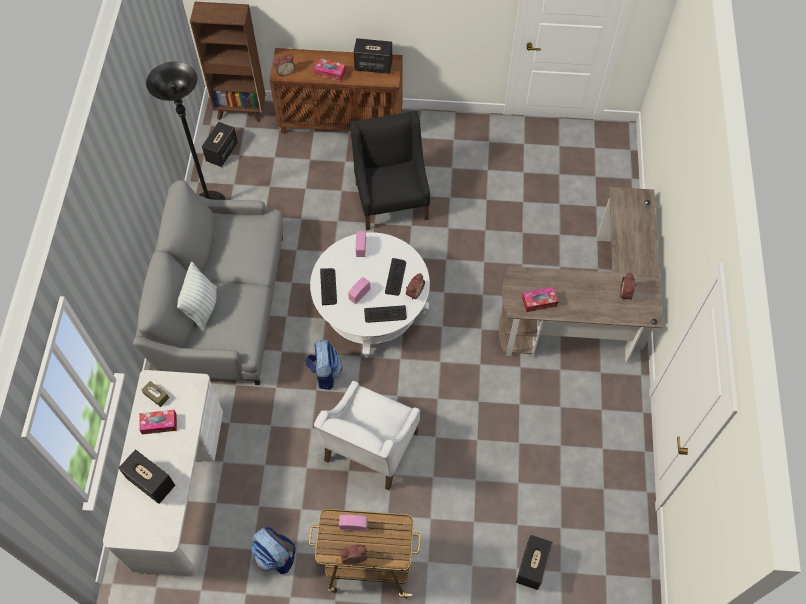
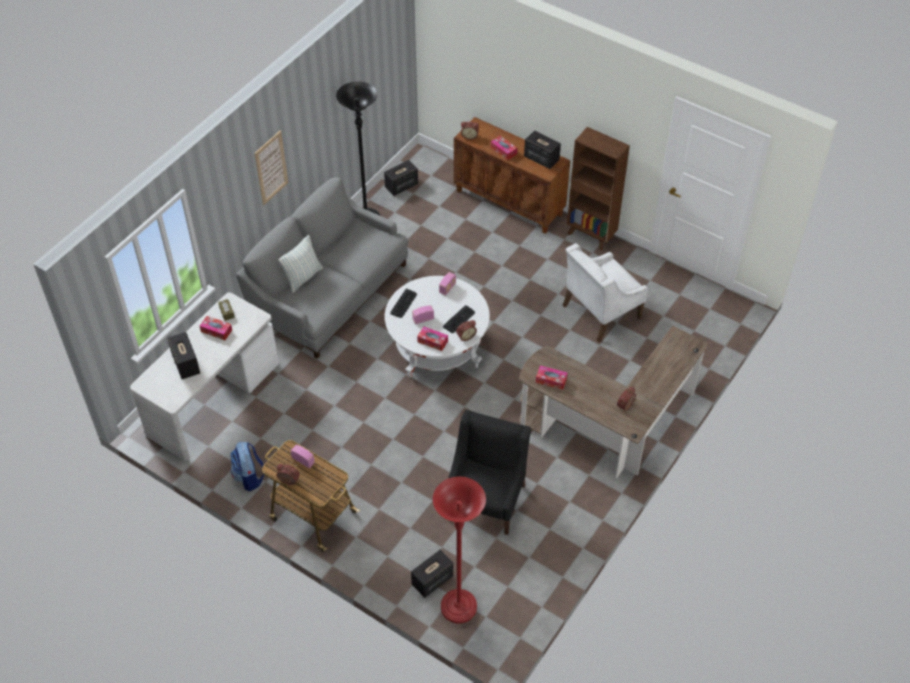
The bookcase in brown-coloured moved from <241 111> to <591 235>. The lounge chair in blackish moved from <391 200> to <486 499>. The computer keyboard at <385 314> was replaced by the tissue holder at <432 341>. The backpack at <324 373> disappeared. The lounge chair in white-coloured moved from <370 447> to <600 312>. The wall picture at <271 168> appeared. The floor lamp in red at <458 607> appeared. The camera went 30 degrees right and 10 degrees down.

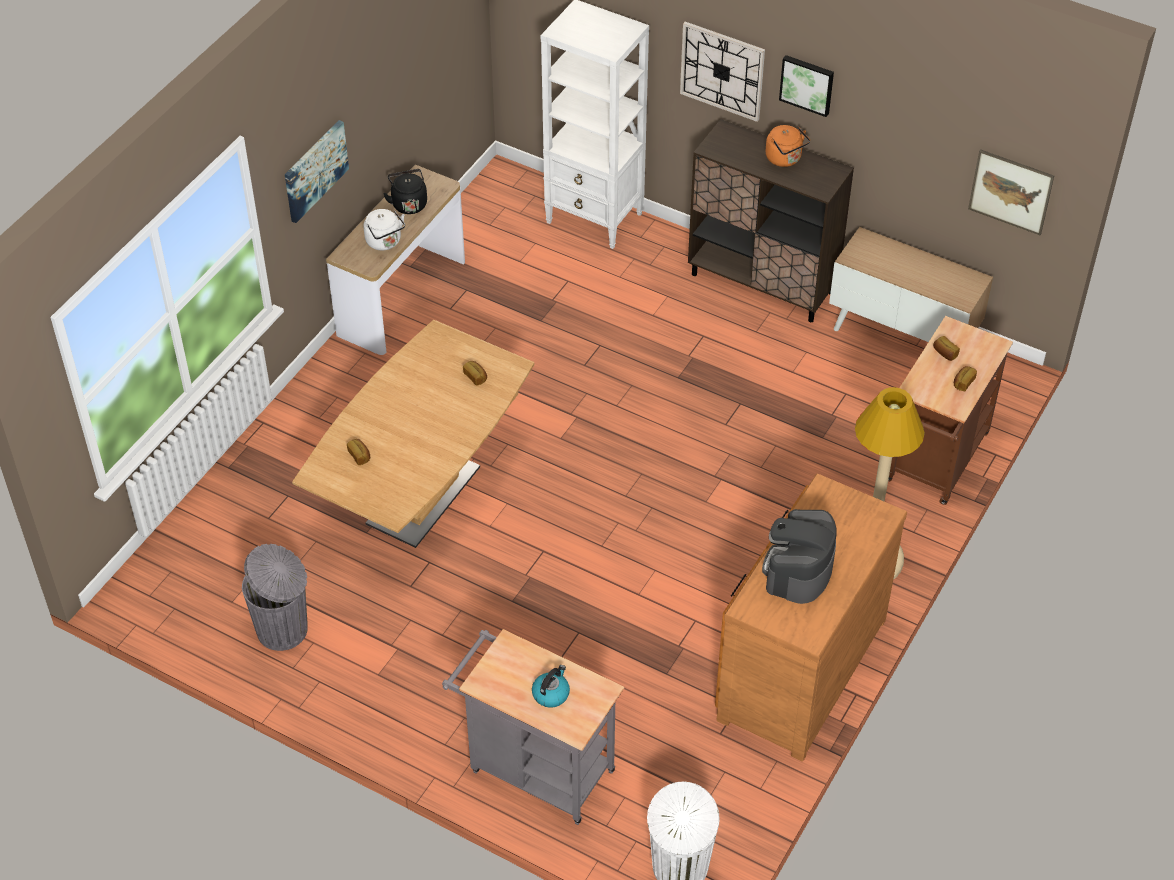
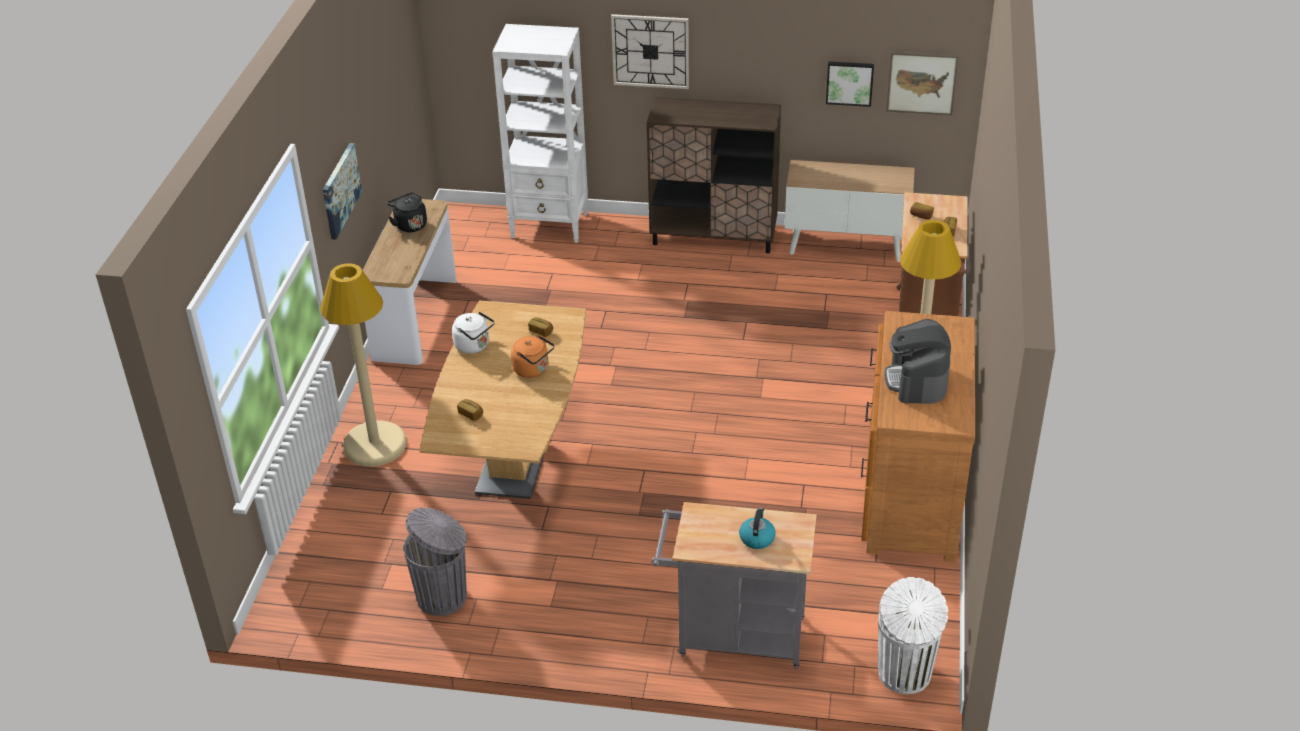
The wall picture moved from <807 84> to <849 82>. The tea kettle in orange-coloured moved from <785 159> to <533 370>. The tea kettle in white-coloured moved from <385 242> to <474 346>. The floor lamp in beige at <374 445> appeared. The camera went 20 degrees left and 10 degrees down.

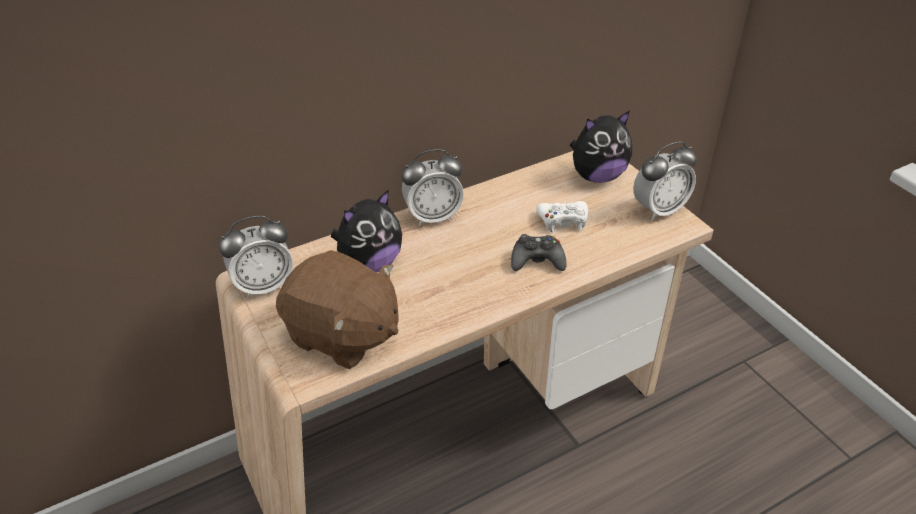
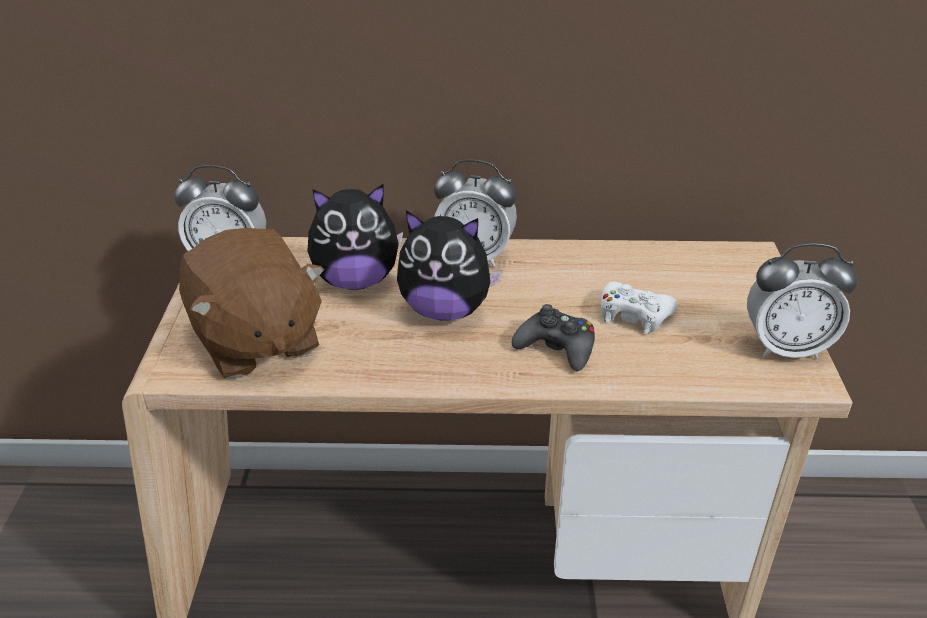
The cuddly toy moved from <597 176> to <445 310>. The camera went 30 degrees right and 5 degrees down.

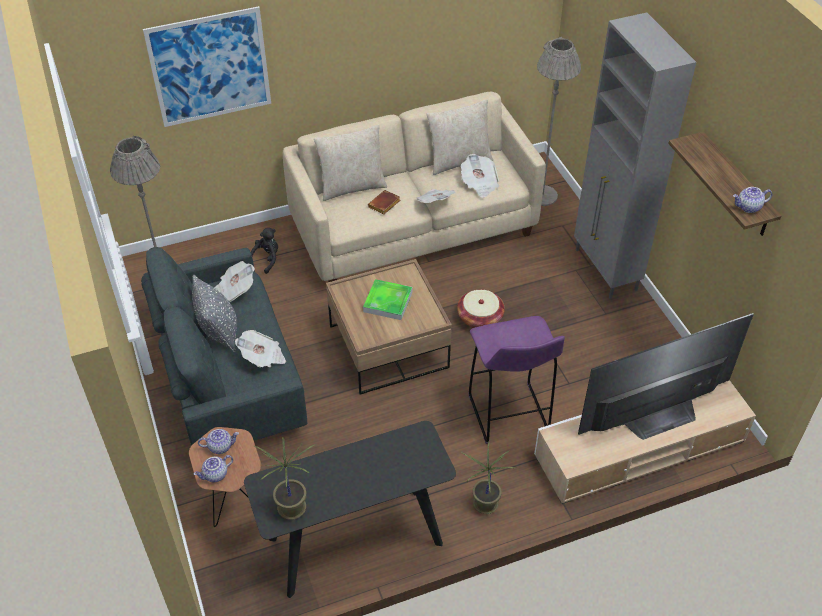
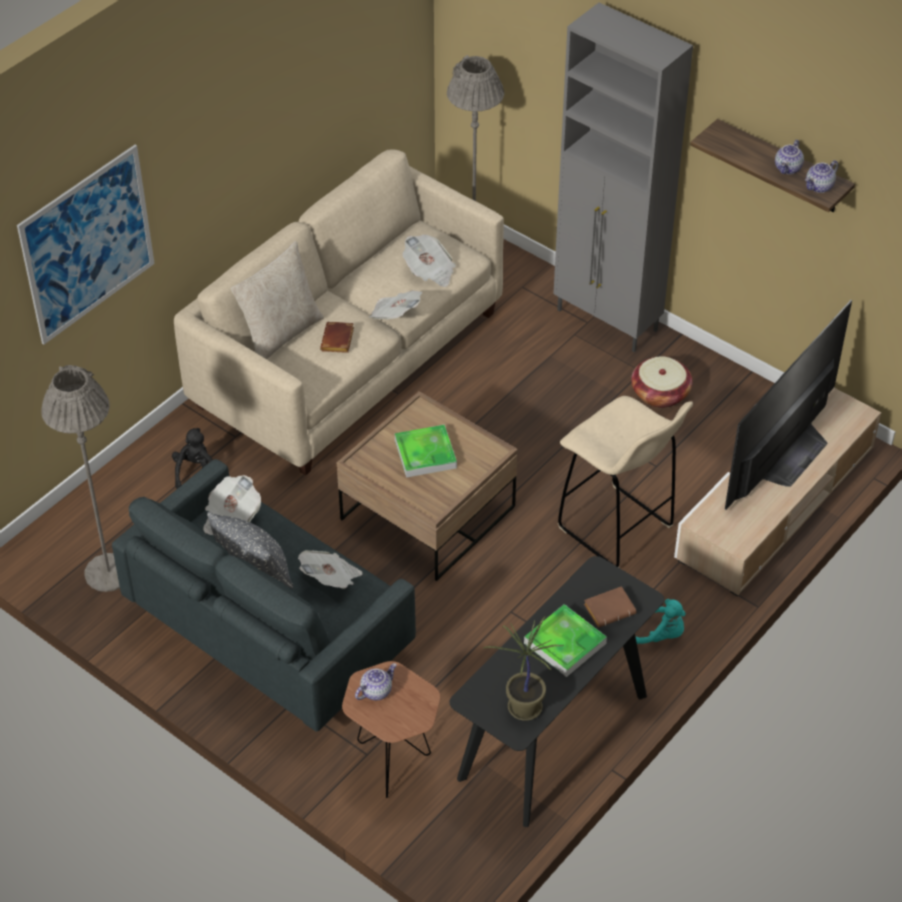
The cushion in beige at <459 161> disappeared. The basket moved from <480 318> to <660 394>. The stool seat in purple-coloured at <509 415> became the stool seat in beige at <618 529>. The houseplant at <485 505> was replaced by the cuddly toy in turquoise at <661 634>. The pot for tea moved from <215 475> to <788 168>. The volume in brown-coloured at <610 609> appeared. The tray at <565 643> appeared. The camera went 30 degrees left and 0 degrees up.

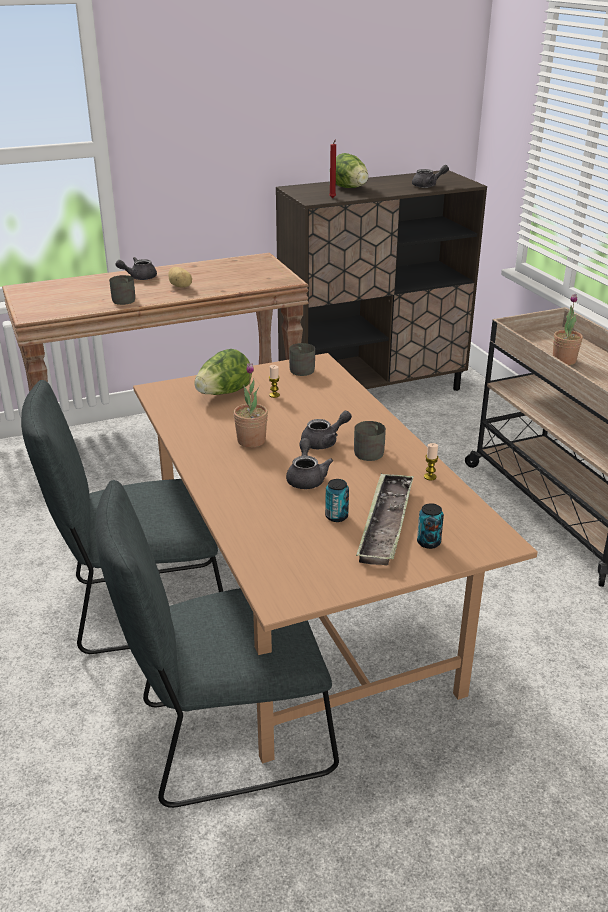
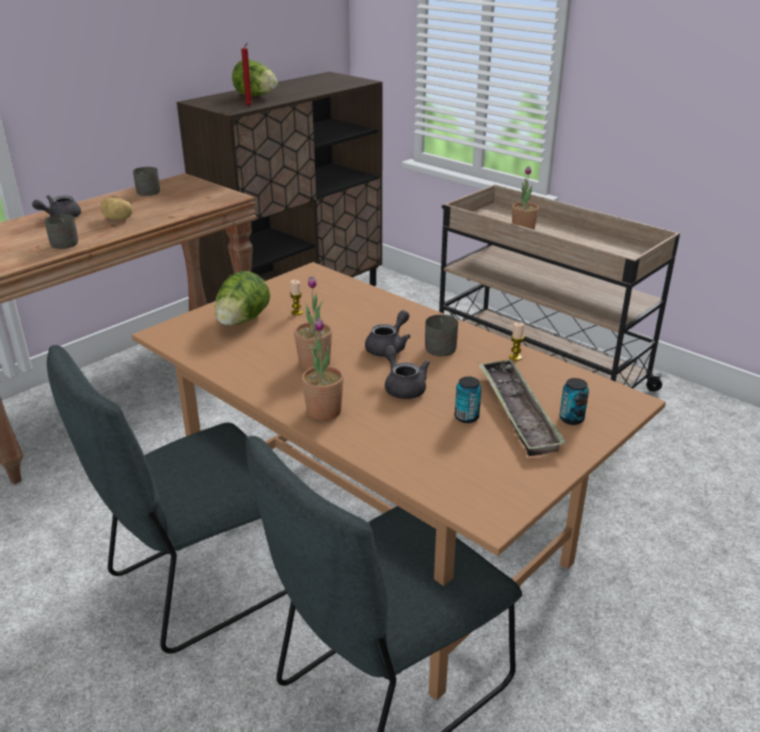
The pot for tea in gray at <428 186> disappeared. The coffee mug in gray moved from <302 369> to <147 191>. The houseplant at <324 411> appeared. The camera went 25 degrees left and 0 degrees up.

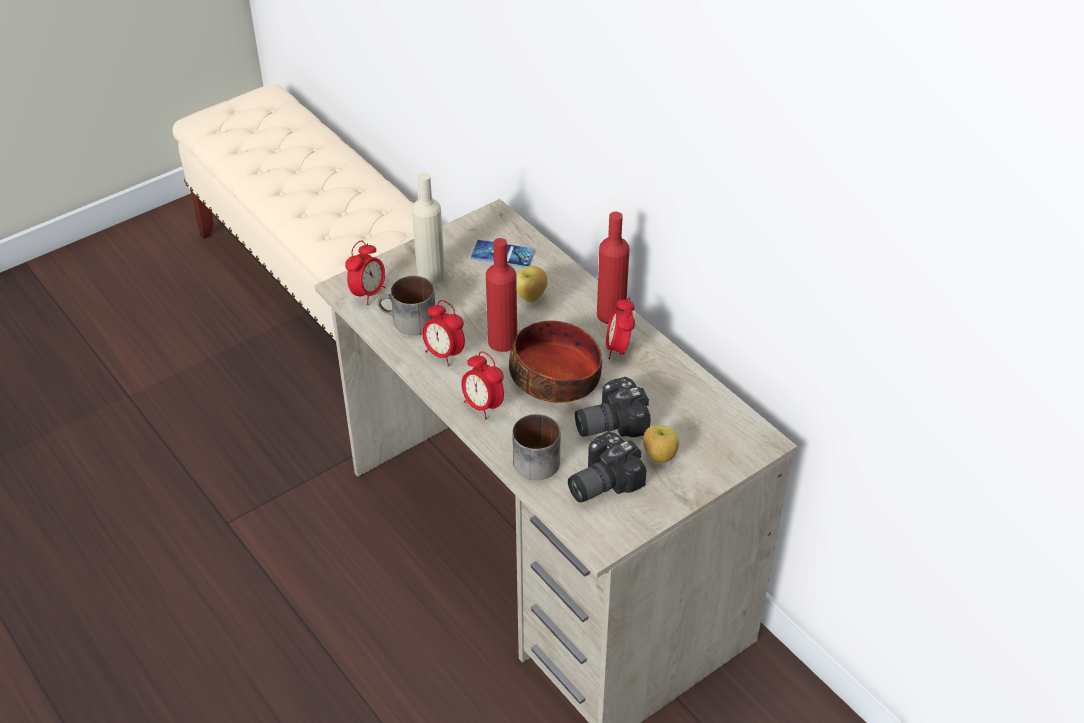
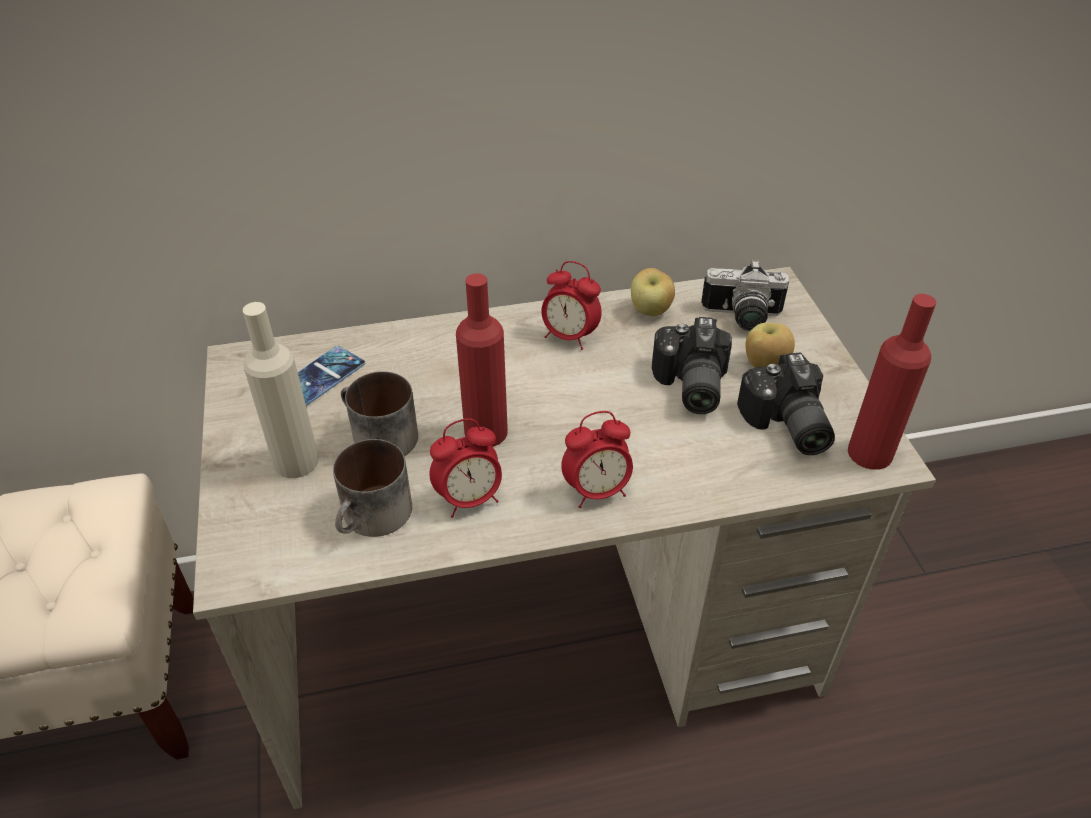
The bottle in red moved from <611 314> to <870 453>. The bedside clock at <368 293> disappeared. The apple fruit moved from <531 297> to <650 311>. The serving bowl at <556 377> disappeared. The coffee mug moved from <535 457> to <377 437>. The still camera at <742 318> appeared. The camera went 65 degrees left and 0 degrees up.

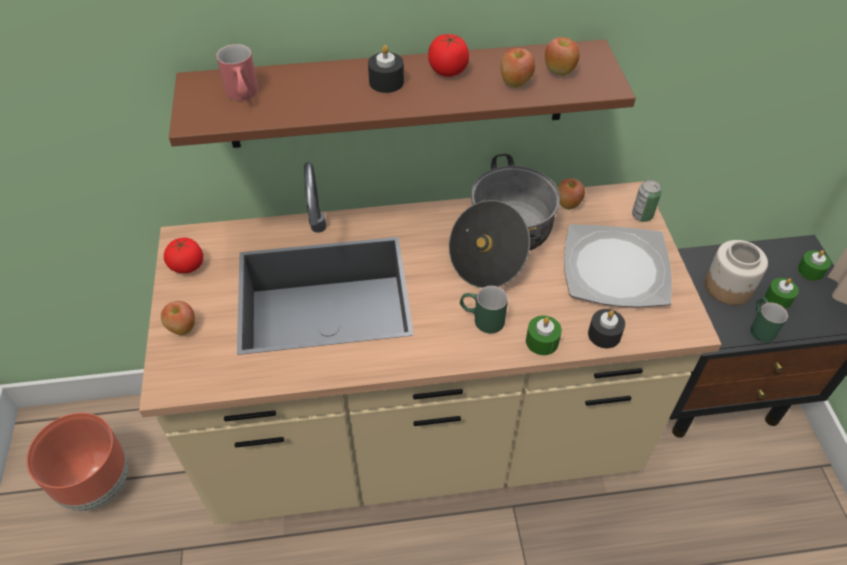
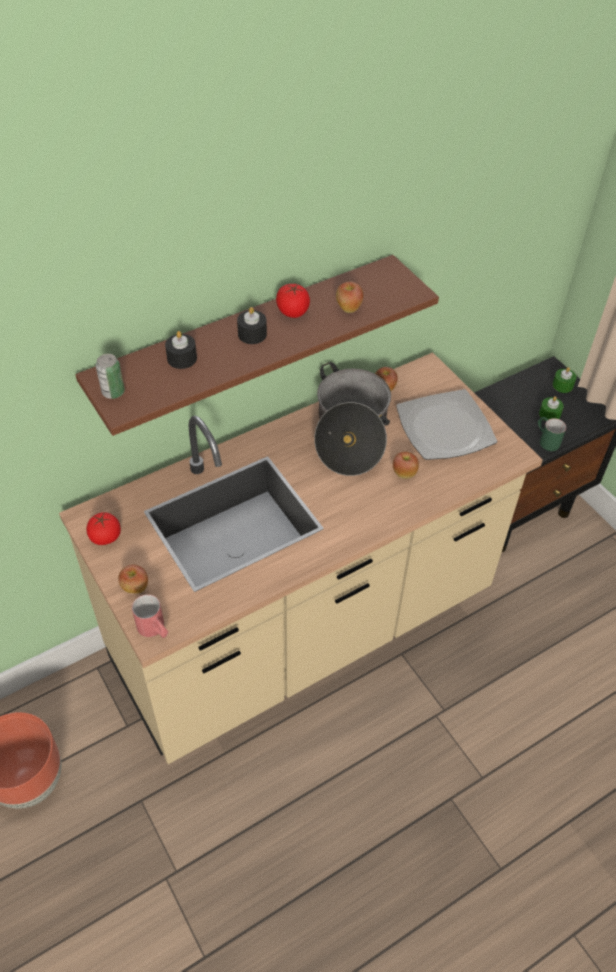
The apple fruit moved from <559 71> to <404 473>. The coffee mug in red moved from <243 96> to <154 630>. The sealed can moved from <642 215> to <113 392>. The jar at <728 287> disappeared. The coffee mug in green-coloured at <481 319> disappeared. The wax candle in blackish moved from <604 334> to <182 358>. The wax candle in green-coloured at <542 341> disappeared. The camera went 25 degrees left and 0 degrees up.

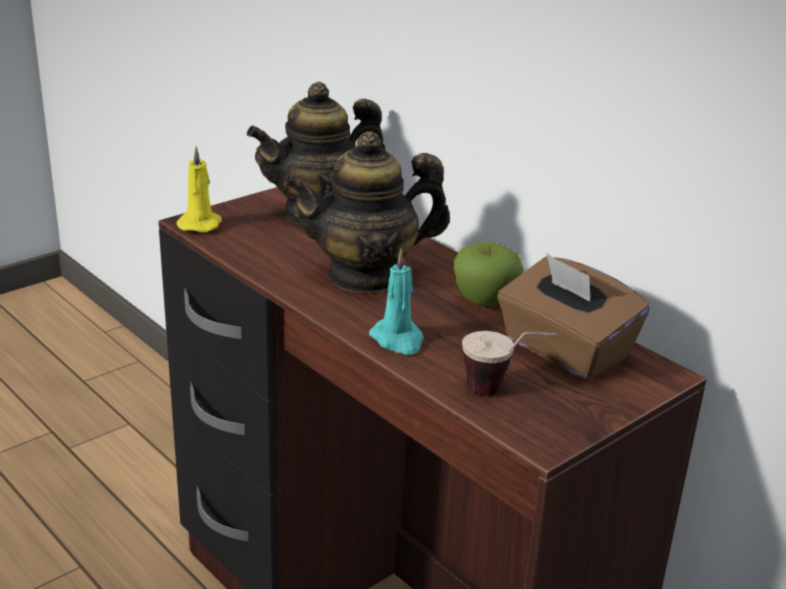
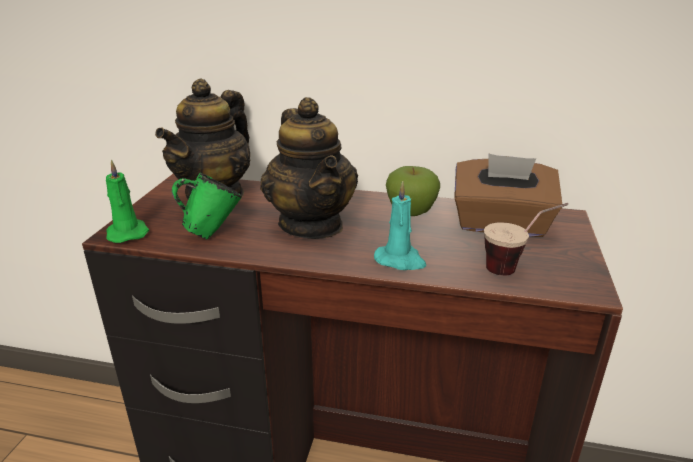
The pot for tea at <366 276> turned 60 degrees counterclockwise. The wax candle in yellow at <200 224> became the wax candle in green-coloured at <127 233>. The coffee mug in green-coloured at <212 232> appeared. The camera went 35 degrees left and 0 degrees up.

